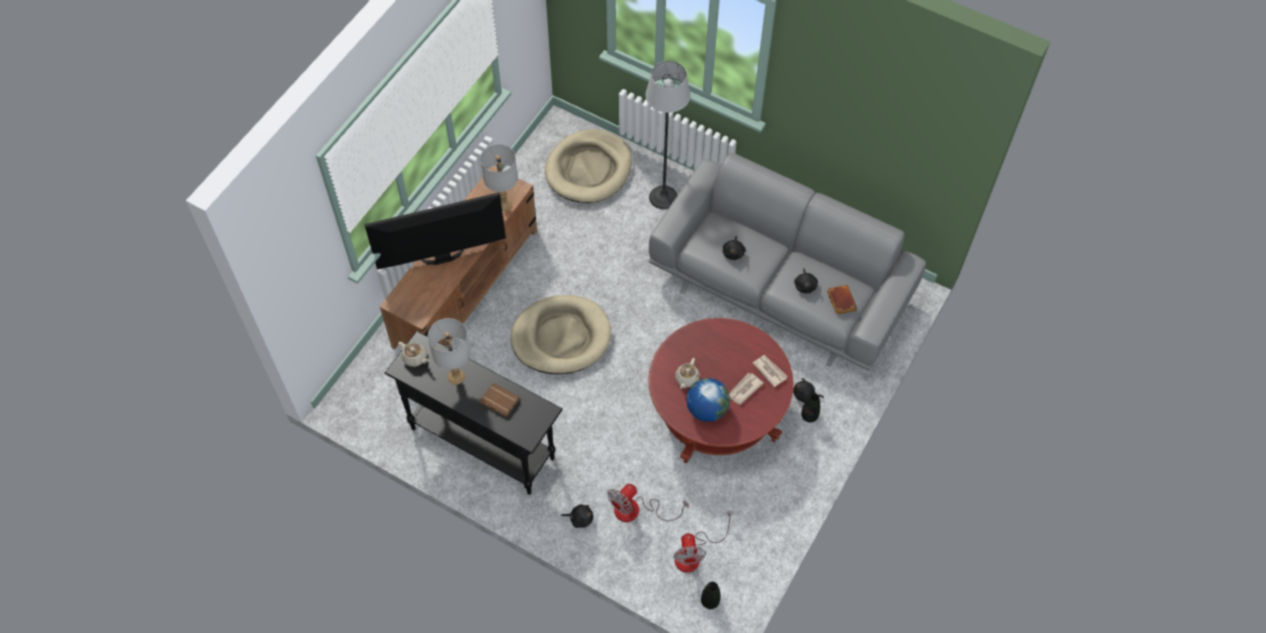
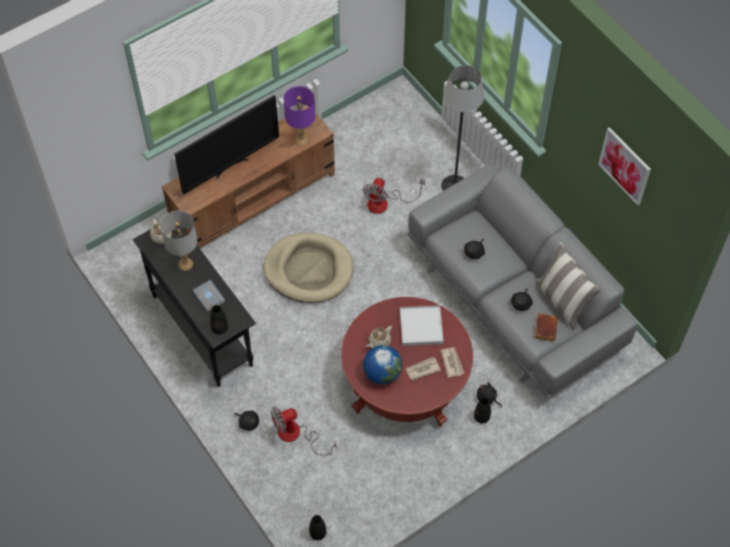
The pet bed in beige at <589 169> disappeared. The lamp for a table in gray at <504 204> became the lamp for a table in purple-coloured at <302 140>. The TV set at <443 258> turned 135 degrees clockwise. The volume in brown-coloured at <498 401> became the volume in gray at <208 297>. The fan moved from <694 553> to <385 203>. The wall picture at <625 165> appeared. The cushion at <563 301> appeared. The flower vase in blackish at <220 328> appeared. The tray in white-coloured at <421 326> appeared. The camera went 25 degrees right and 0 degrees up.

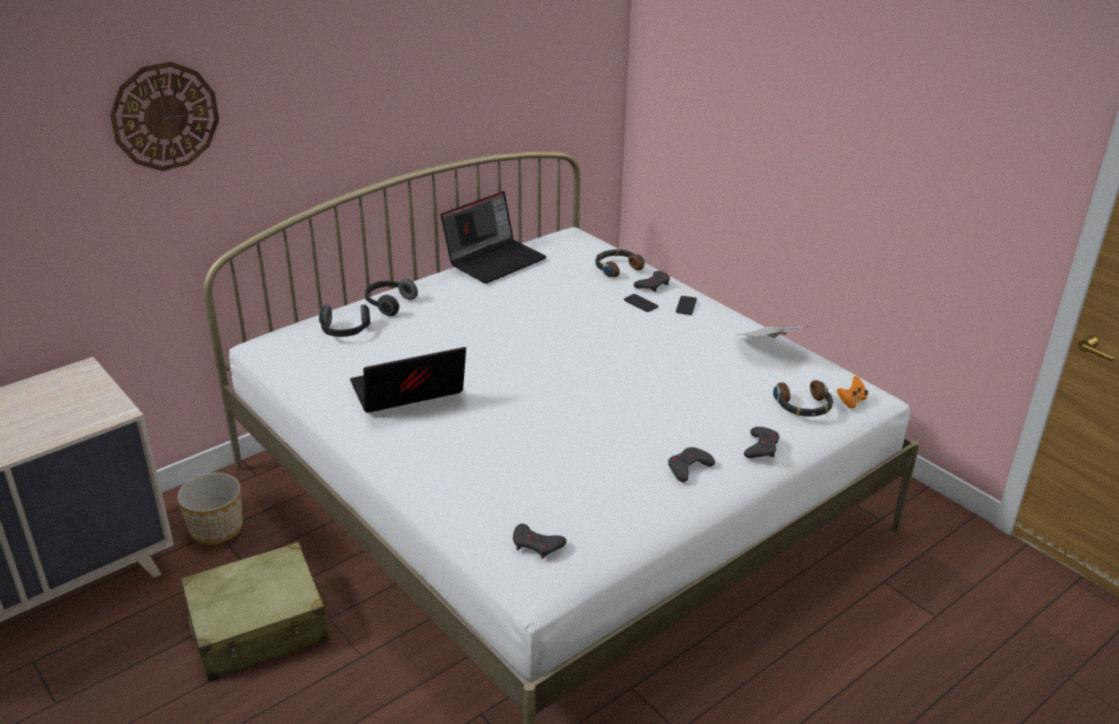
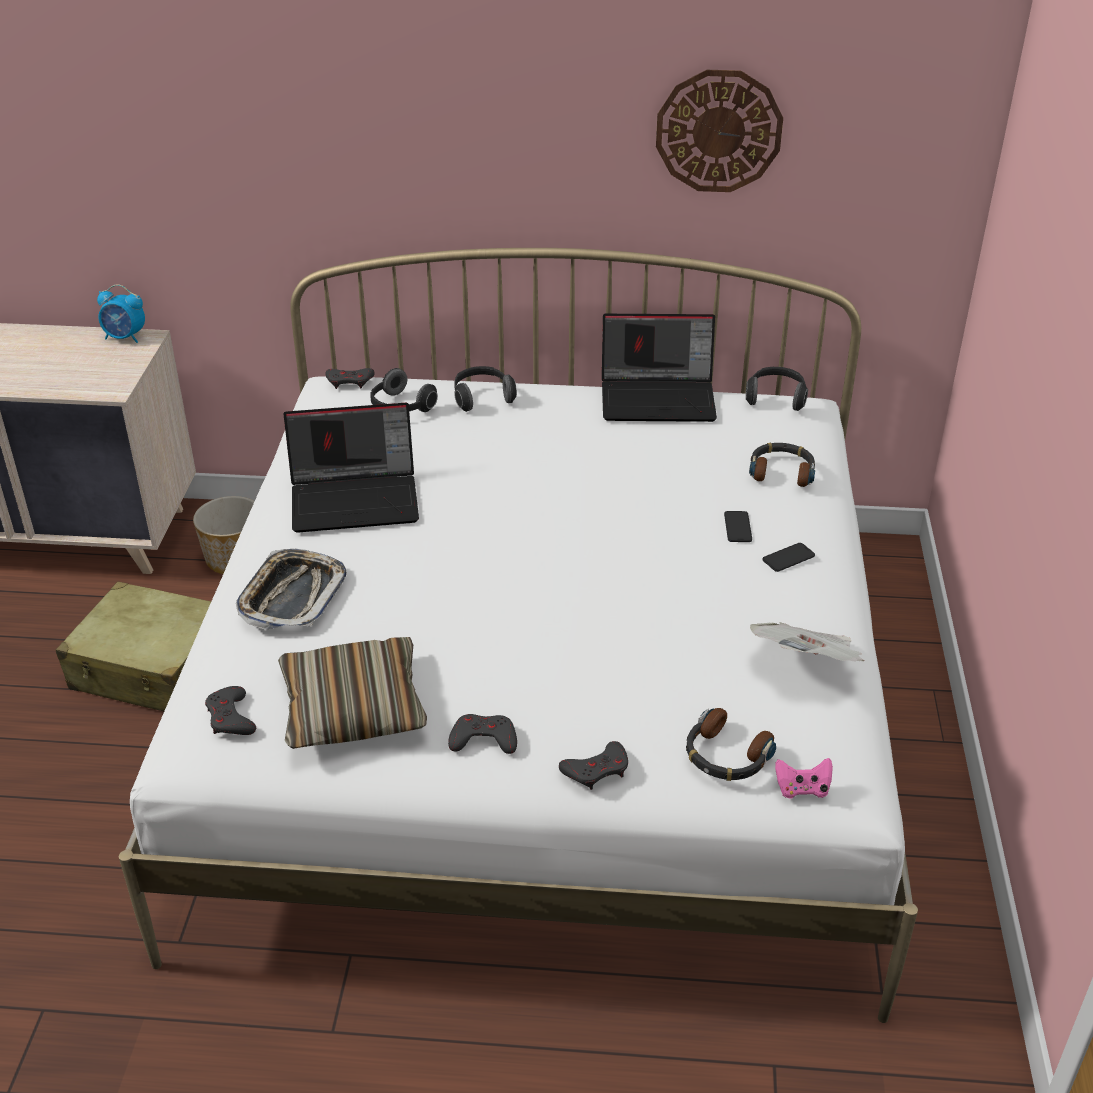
The clock on the wall moved from <165 116> to <718 131>. The gamepad in gray moved from <653 285> to <350 381>. The portable computer at <407 393> turned 150 degrees clockwise. The gamepad in orange-coloured at <851 401> became the gamepad in pinkish at <802 789>. The bedside clock at <125 337> appeared. The pair of headphones at <776 398> appeared. The tray at <292 596> appeared. The cushion at <353 708> appeared. The camera went 45 degrees right and 5 degrees up.

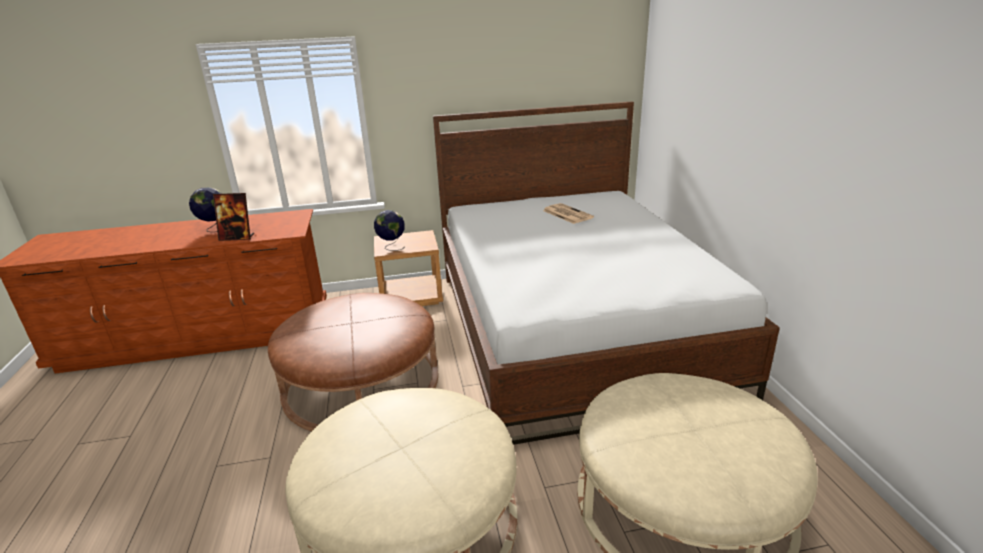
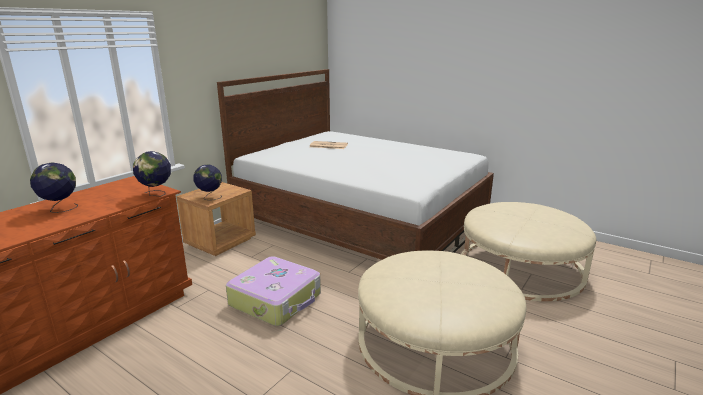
The standing frame at <237 237> disappeared. The ottoman in brown-coloured at <361 381> was replaced by the suitcase at <276 300>. The desk globe at <156 194> appeared. The camera went 45 degrees left and 5 degrees down.

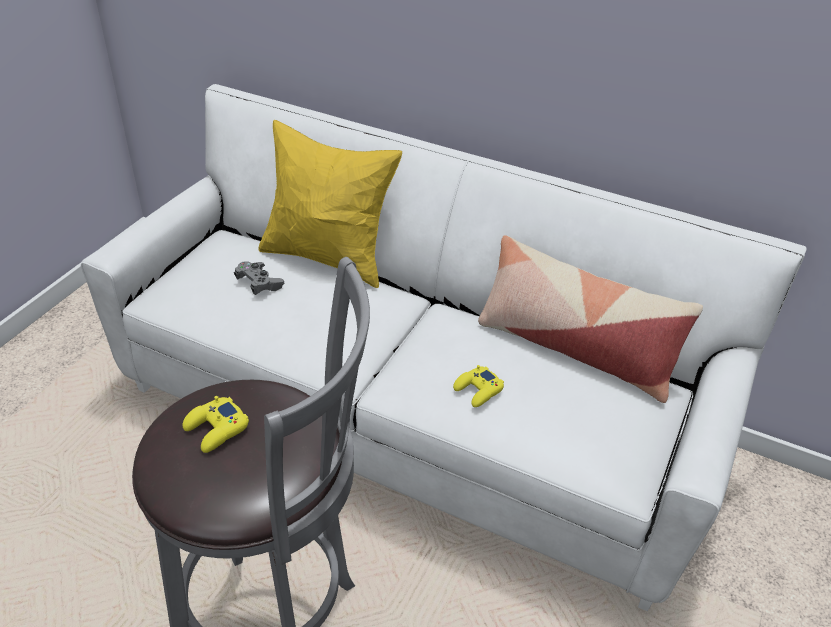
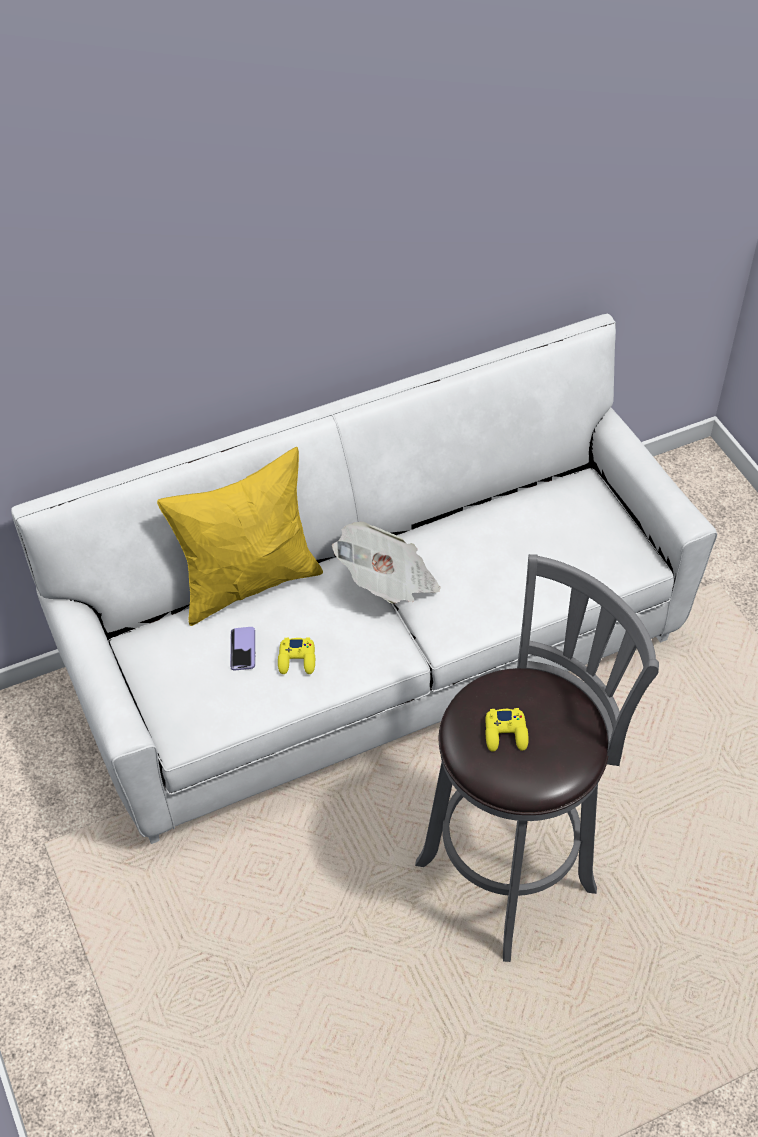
The cushion at <575 348> disappeared. The gamepad in gray at <259 284> was replaced by the phone at <243 649>. The gamepad in yellow moved from <478 390> to <297 659>. The daily paper at <387 582> appeared. The camera went 50 degrees left and 10 degrees up.

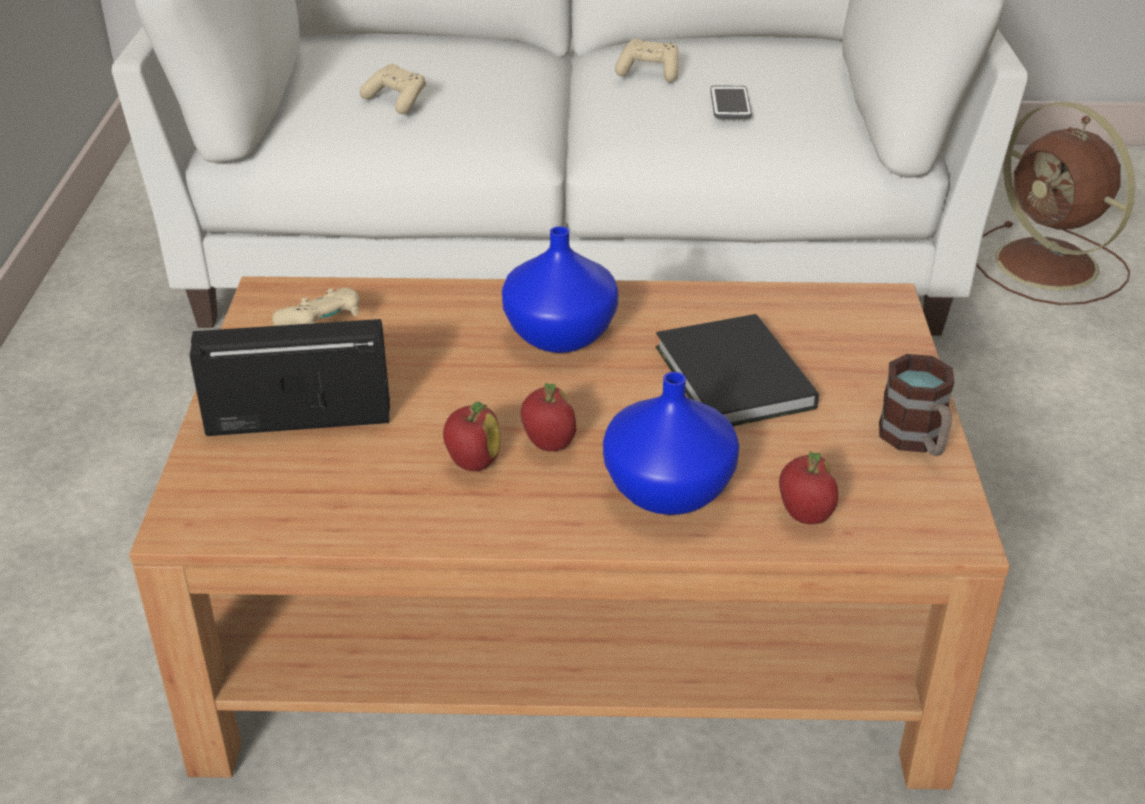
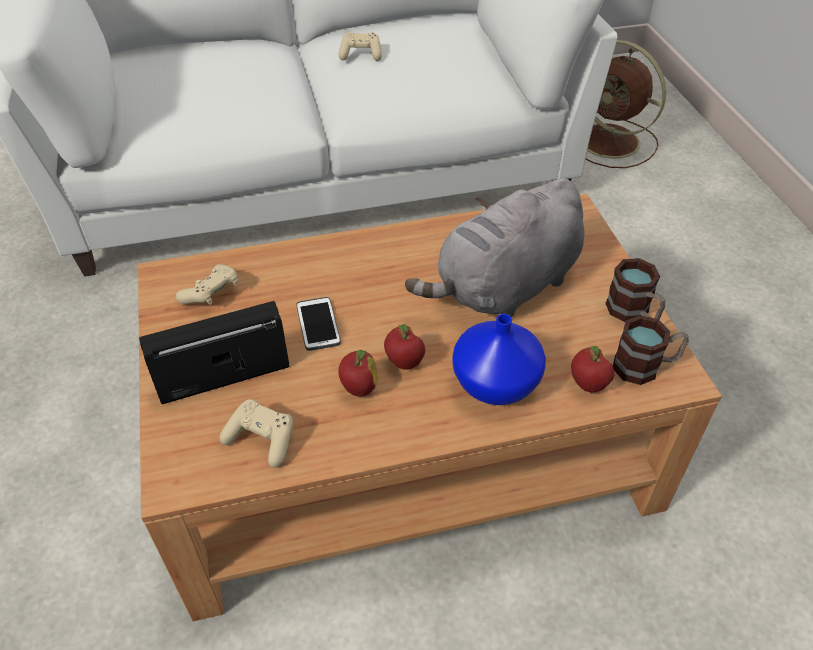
The gamepad in beige moved from <396 101> to <262 439>. The phone moved from <730 104> to <318 324>. The flower vase in bluish at <560 337> disappeared. The volume in blackish at <733 380> was replaced by the cuddly toy in gray at <504 288>. The coffee mug at <645 366> appeared. The camera went 15 degrees left and 10 degrees up.

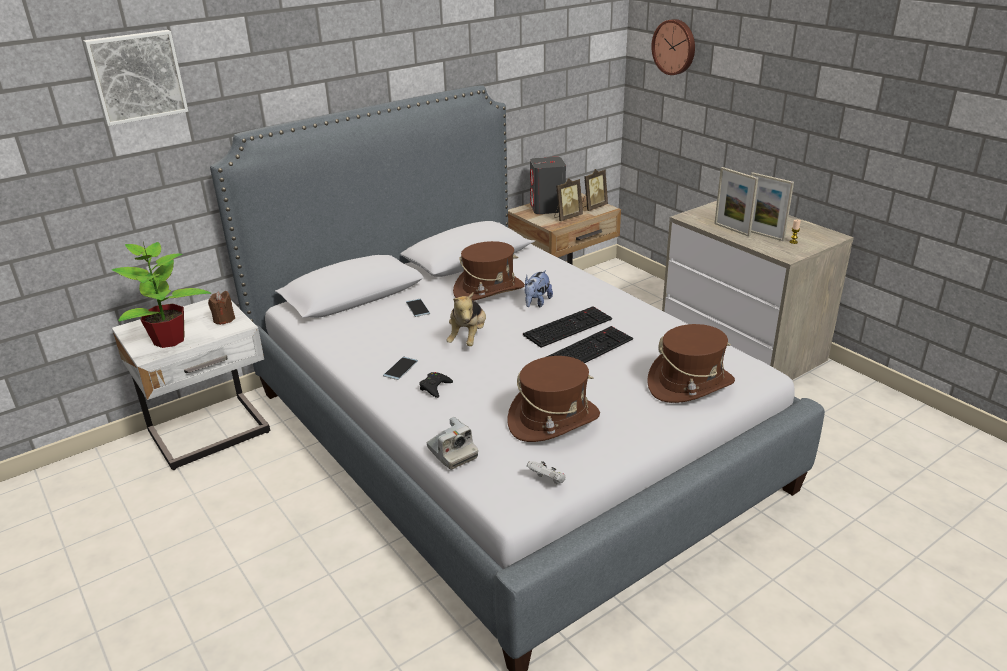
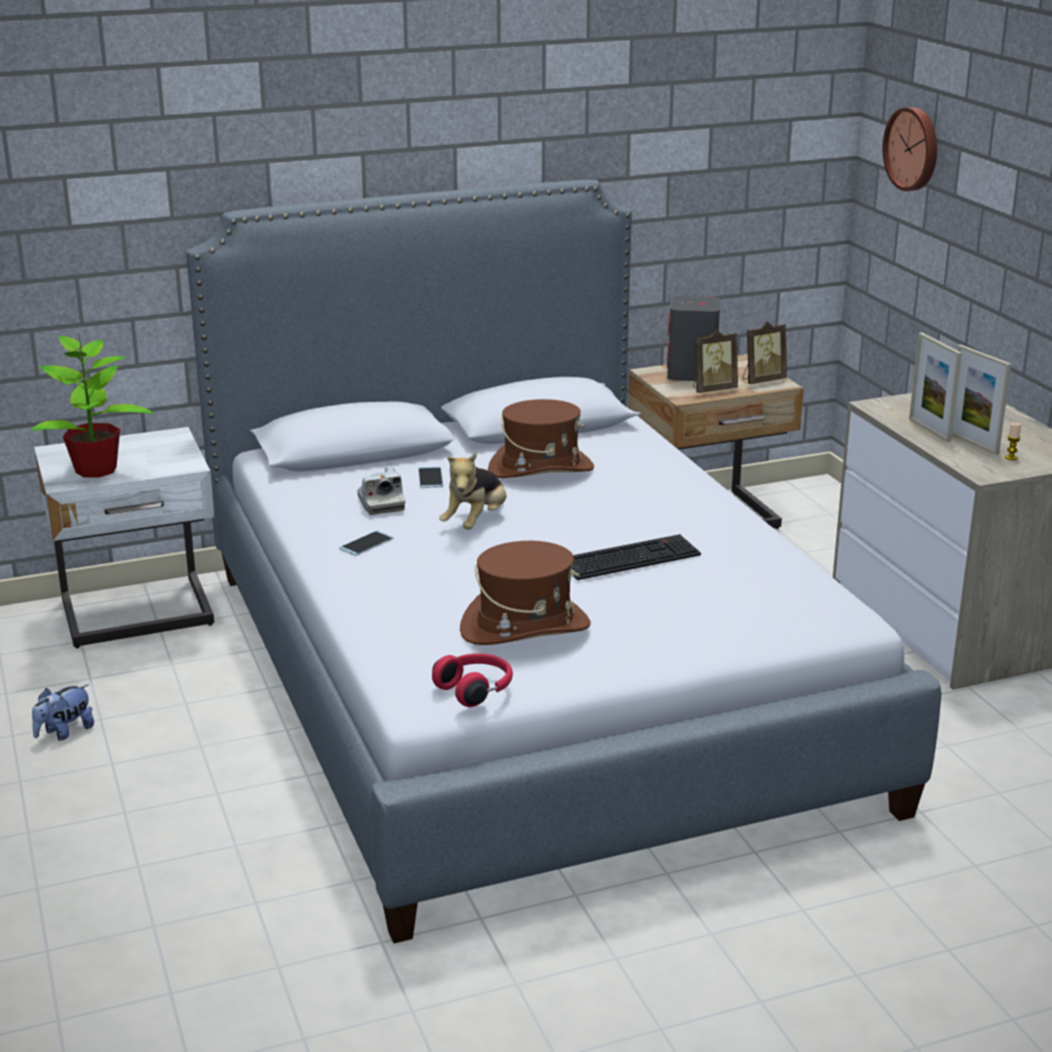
The wall picture at <136 76> disappeared. The cuddly toy moved from <536 303> to <64 732>. The wax candle in brown-coloured at <224 319> disappeared. The computer keyboard at <567 326> disappeared. The wearable hat in brown-coloured at <690 384> disappeared. The gamepad in blackish at <435 387> disappeared. The still camera moved from <452 453> to <381 504>. The gamepad in white-coloured at <547 481> was replaced by the pair of headphones in red at <476 690>. The camera went 15 degrees right and 5 degrees down.

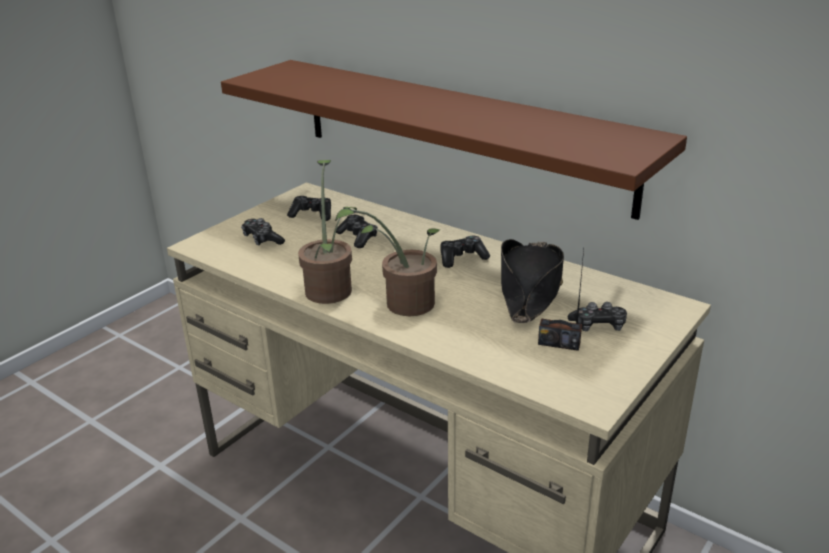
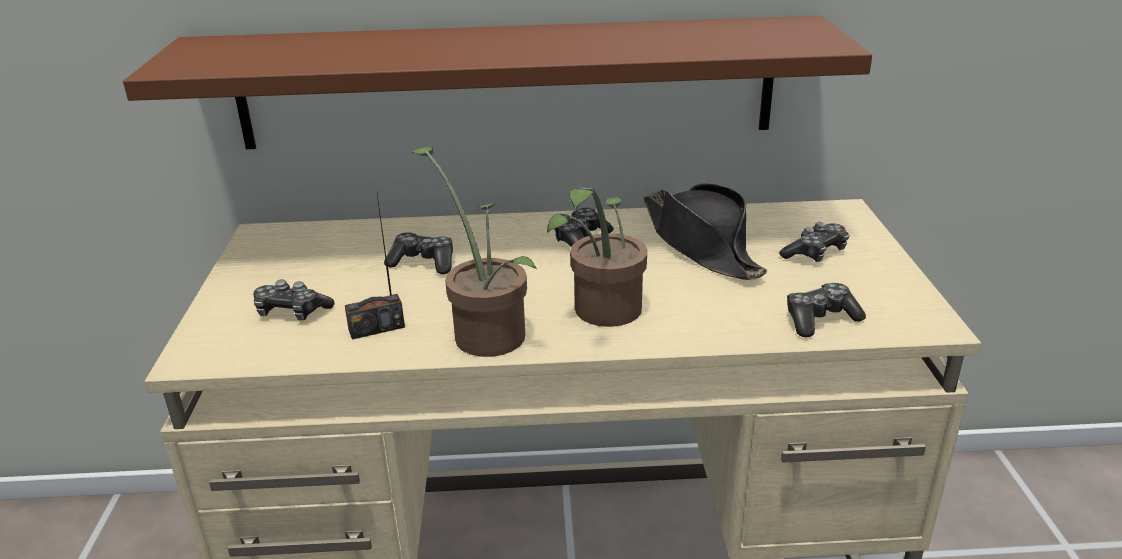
The gamepad moved from <312 214> to <820 319>. The radio moved from <559 343> to <376 328>. The camera went 40 degrees left and 0 degrees up.

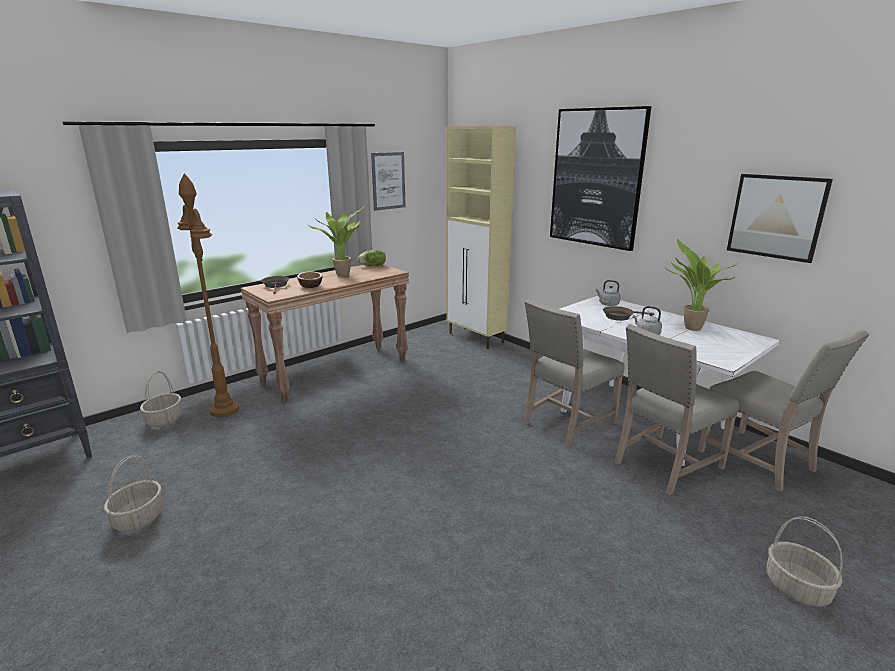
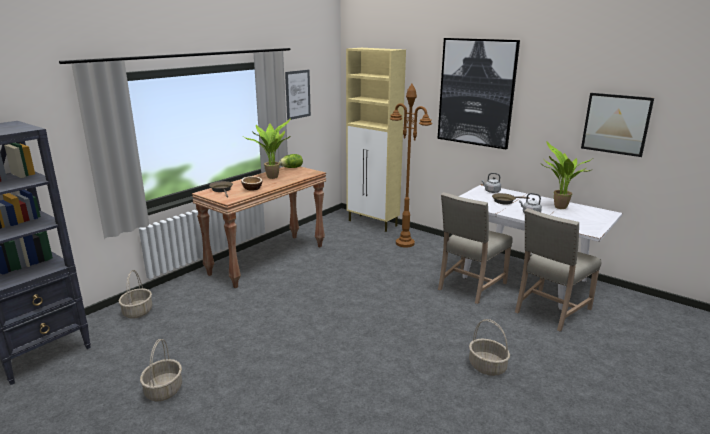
The floor lamp in brown-coloured moved from <225 410> to <405 243>. The upright chair in beige at <760 461> disappeared. The basket moved from <797 588> to <487 367>. The camera went 10 degrees left and 0 degrees up.

